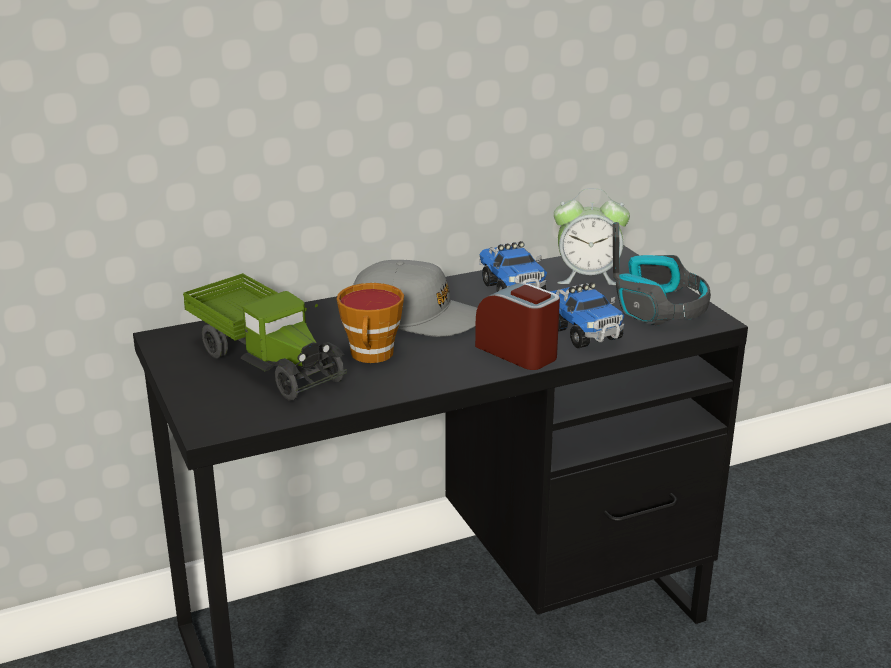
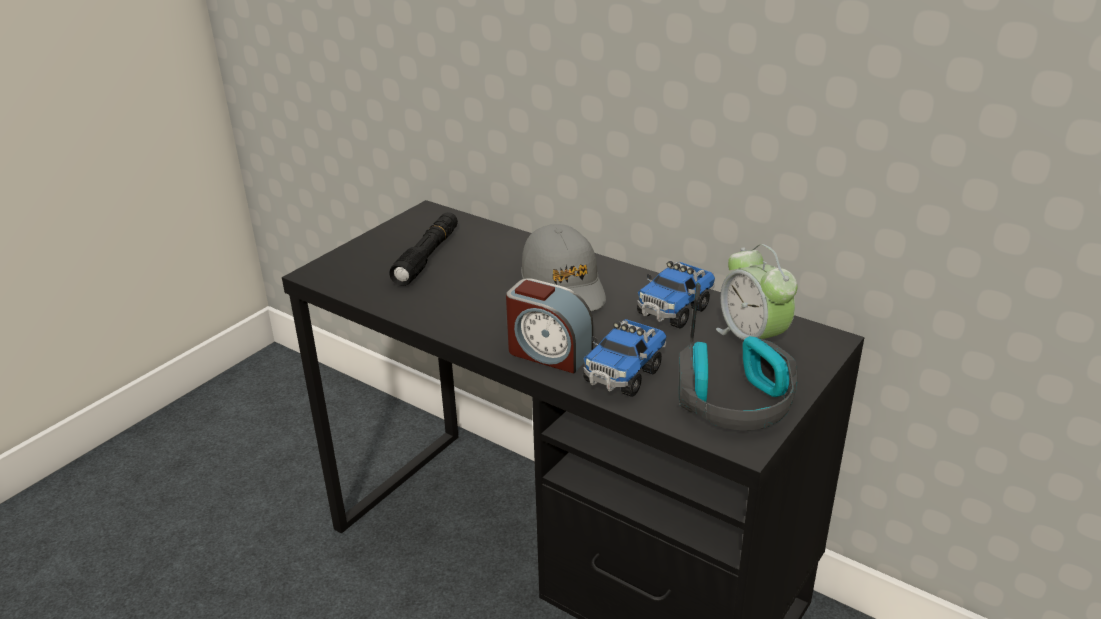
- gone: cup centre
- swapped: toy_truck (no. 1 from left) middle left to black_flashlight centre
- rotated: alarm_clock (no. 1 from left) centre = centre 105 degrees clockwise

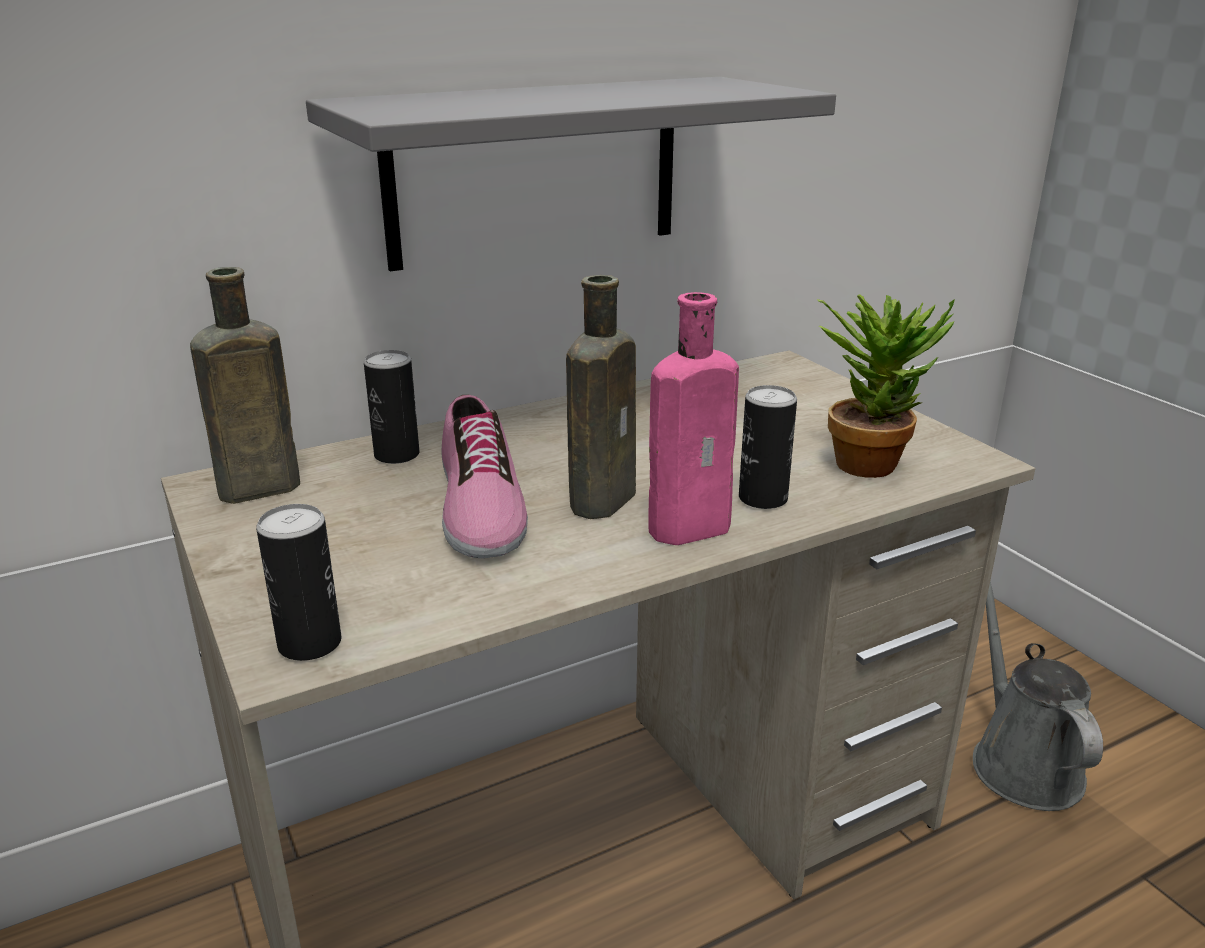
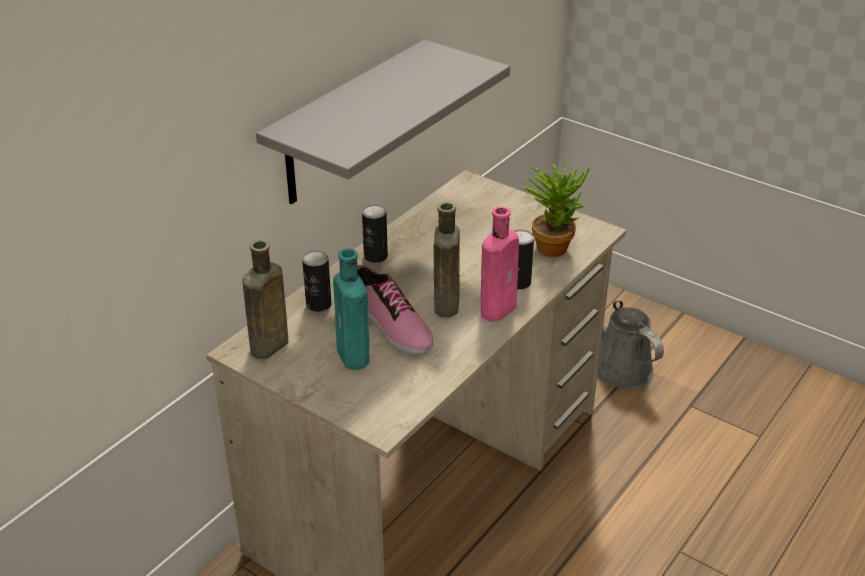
- new: turquoise_bottle centre
- shifted: can (no. 1 from left in the first image) middle left to can (no. 2 from left) centre

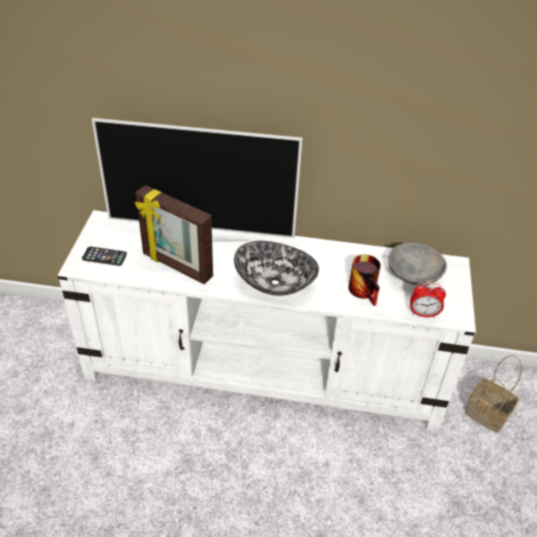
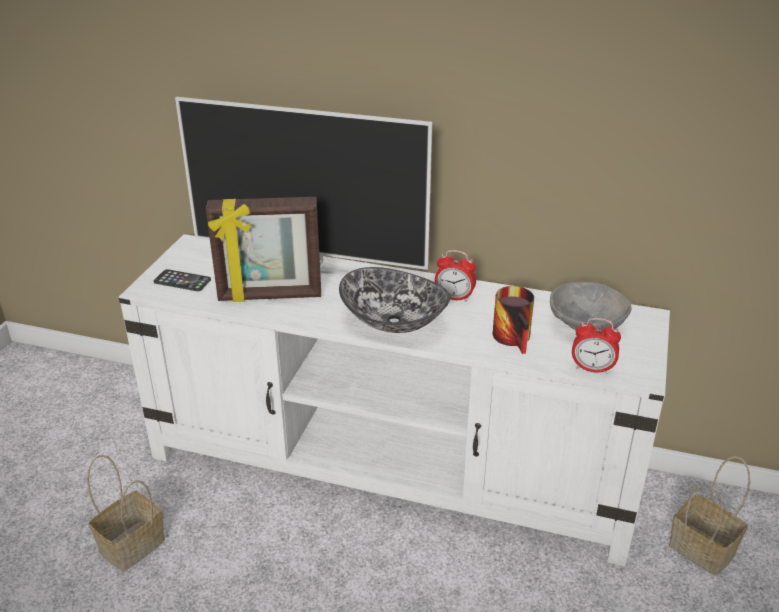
- new: basket (no. 1 from left) bottom left
- new: alarm_clock (no. 1 from left) centre
- rotated: picture_frame middle left = centre 45 degrees counterclockwise

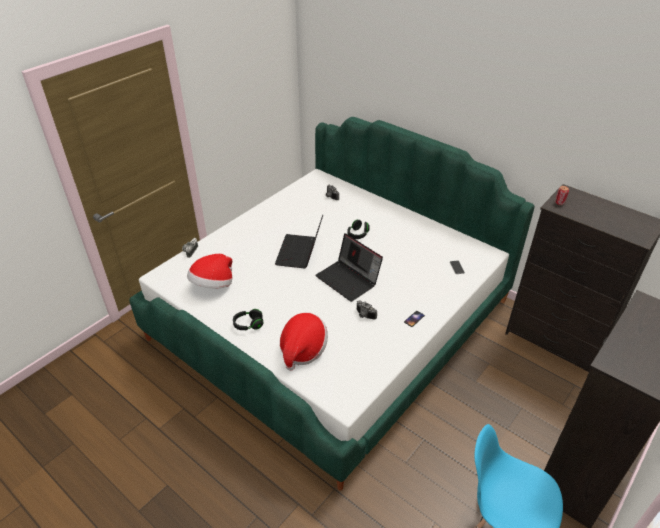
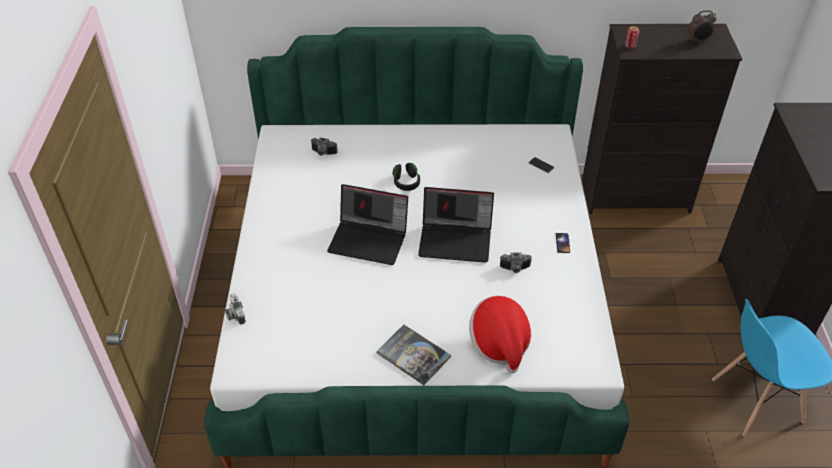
- gone: hat (no. 1 from left) middle left
- new: alarm_clock top right
- swapped: black_headphones (no. 1 from left) centre to book bottom centre
- rotated: laptop (no. 1 from left) centre = centre 45 degrees counterclockwise

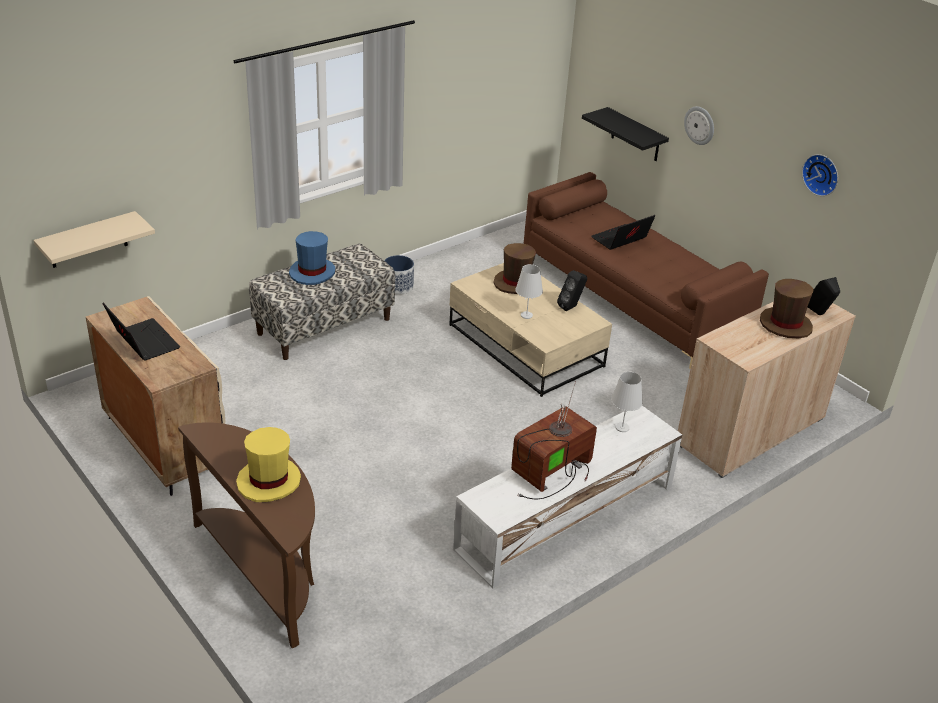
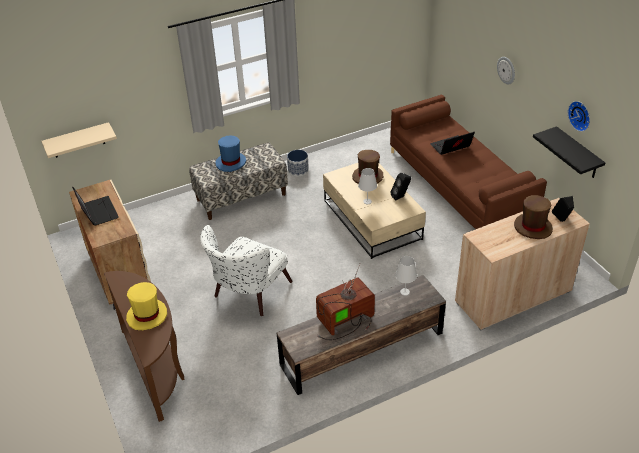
- new: white_armchair centre
- shifted: black_shelf top centre to middle right
- repainted: white_tv_stand bottom centre to brown_tv_stand bottom centre

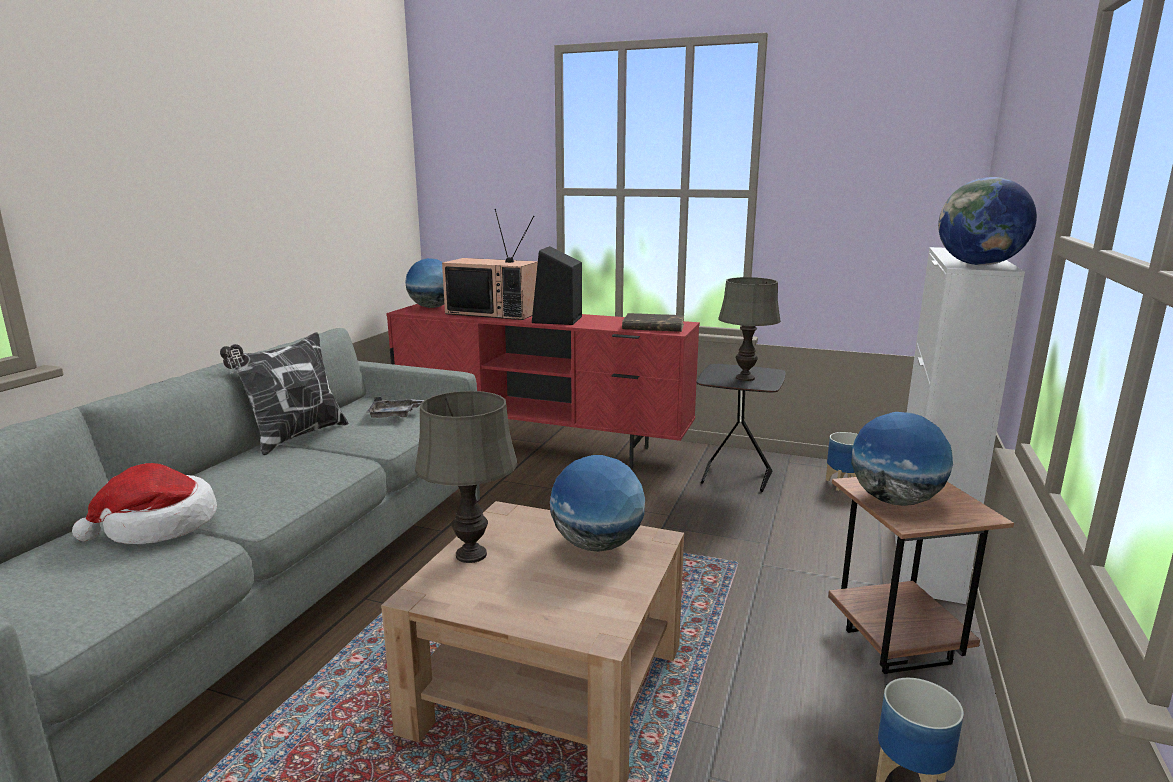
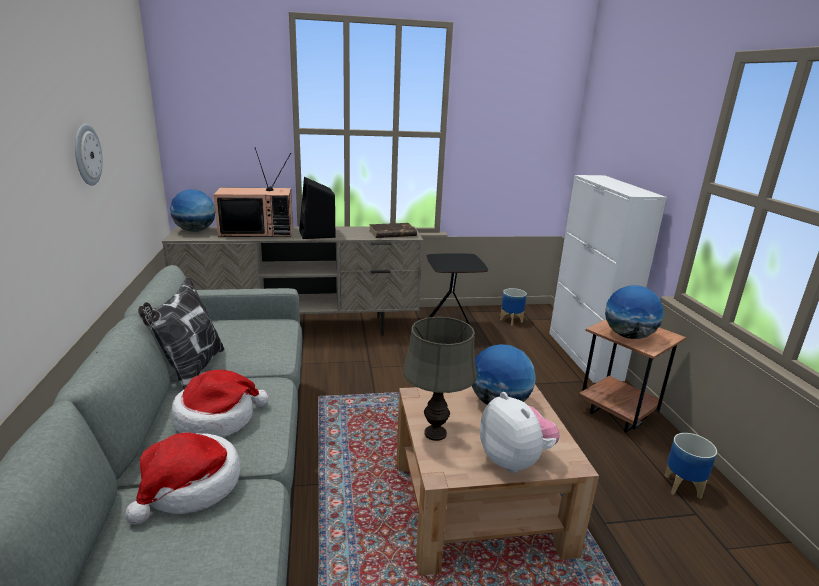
- gone: grey_tray centre
- gone: grey_table_lamp (no. 2 from left) centre
- gone: globe (no. 4 from left) top right
- new: wall_clock top left
- new: hat (no. 2 from left) bottom left
- new: plush_toy bottom centre
- repainted: red_tv_stand centre to beige_tv_stand centre

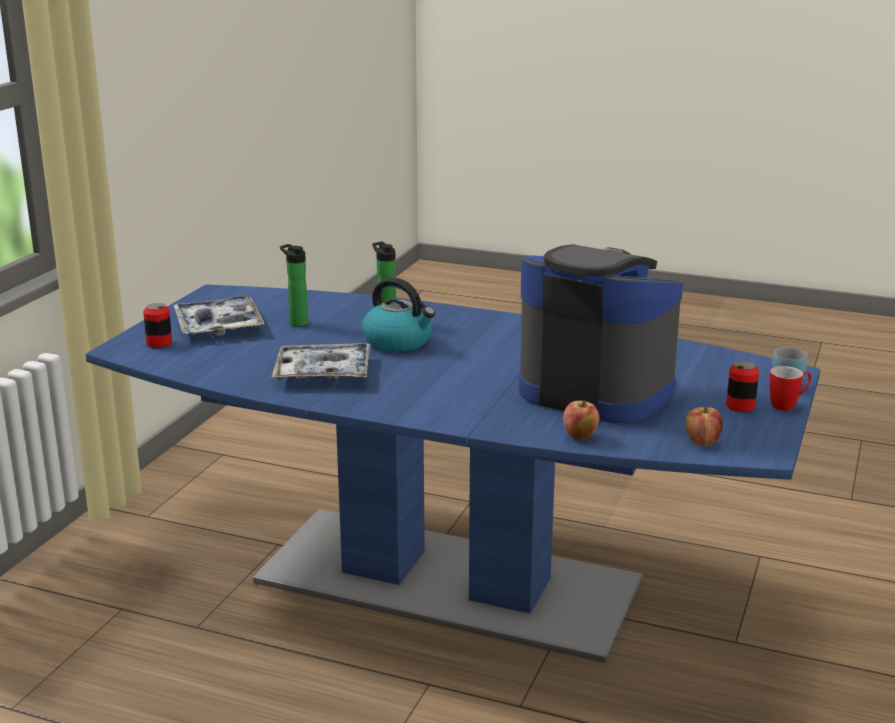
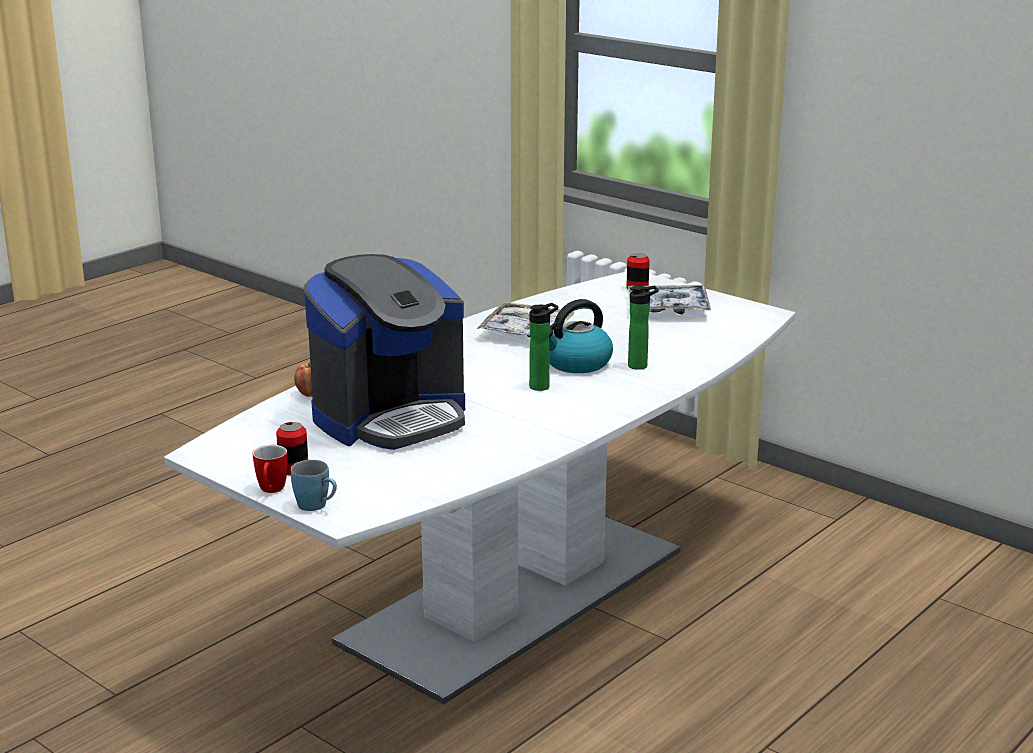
- gone: apple (no. 2 from left) middle right
- shifted: bottle (no. 1 from left) middle left to centre
- repainted: blue_dining_table centre to white_dining_table centre

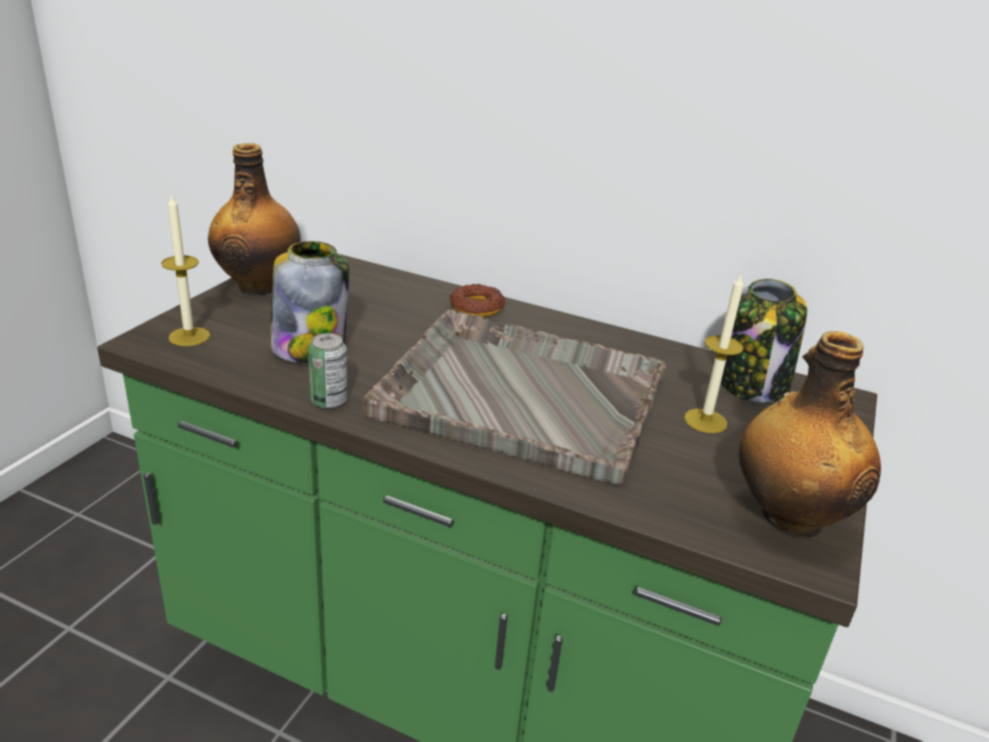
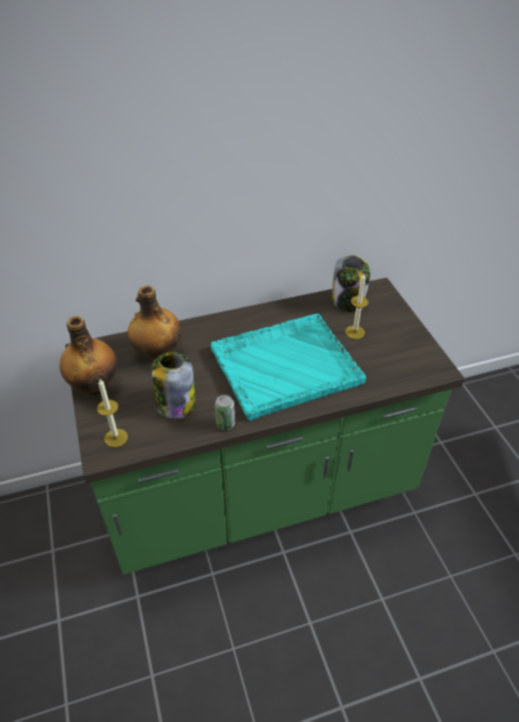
- gone: donut centre
- shifted: bottle (no. 2 from left) middle right to middle left
- repainted: grey_tray centre to turquoise_tray centre

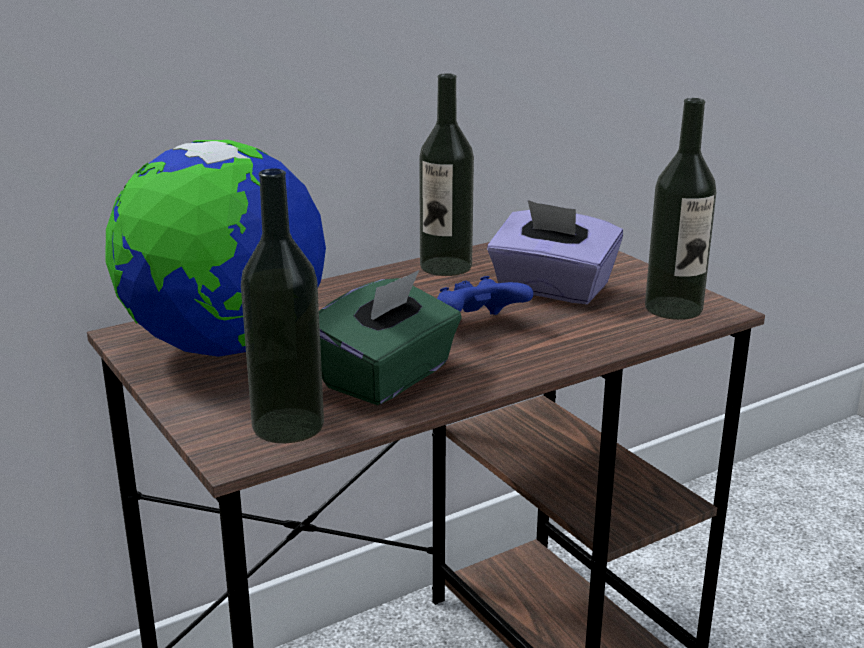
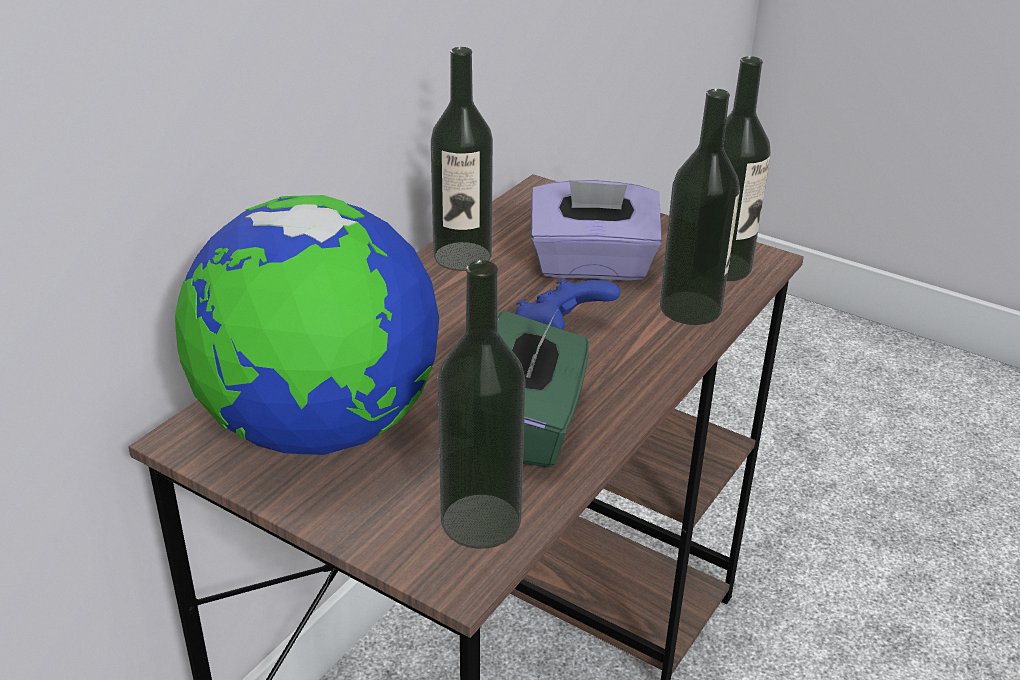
- new: bottle (no. 3 from left) top right

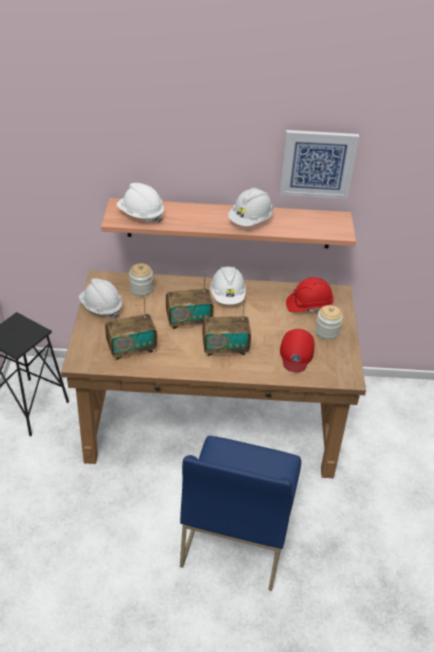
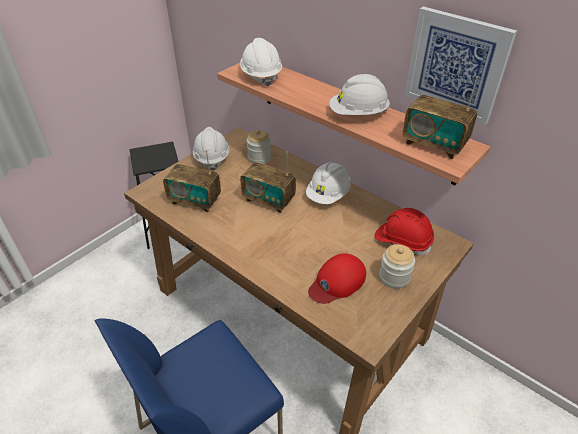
- shifted: radio (no. 3 from left) centre to top right

